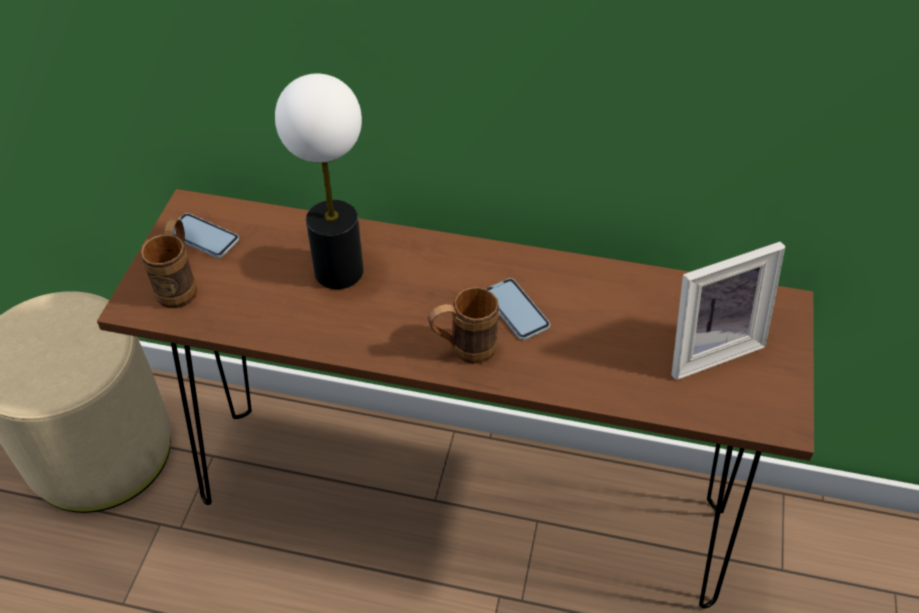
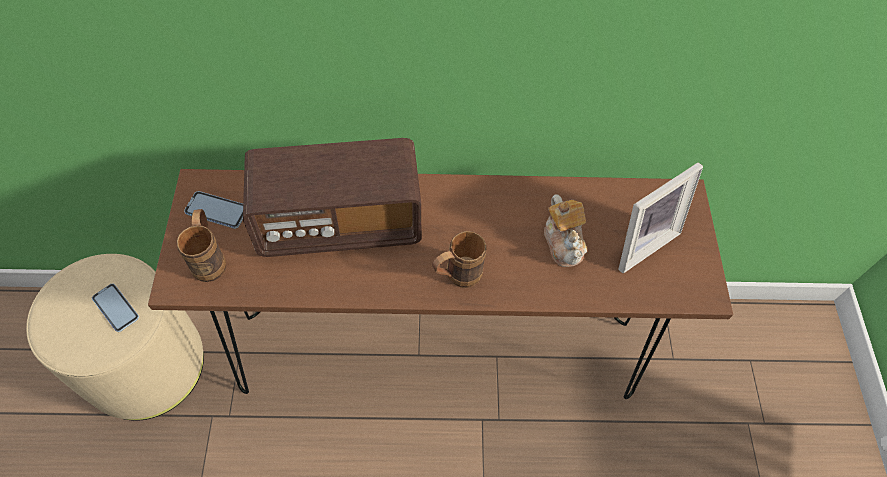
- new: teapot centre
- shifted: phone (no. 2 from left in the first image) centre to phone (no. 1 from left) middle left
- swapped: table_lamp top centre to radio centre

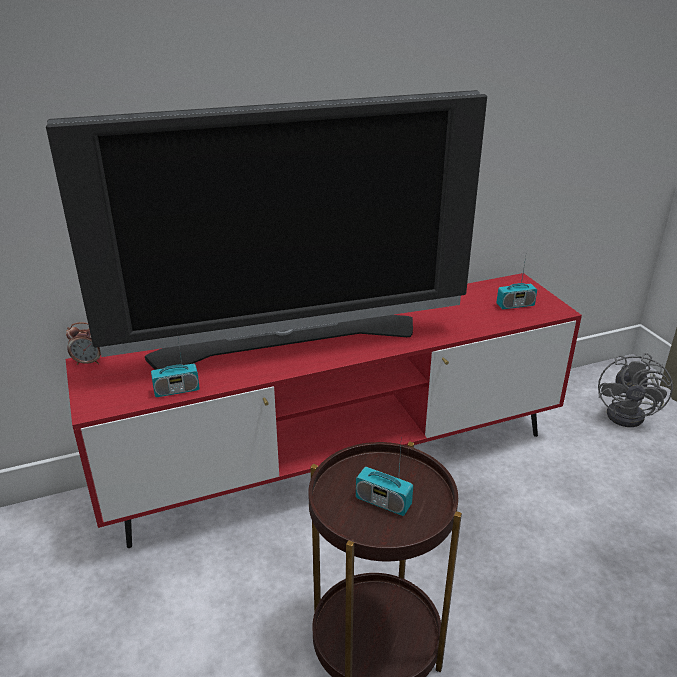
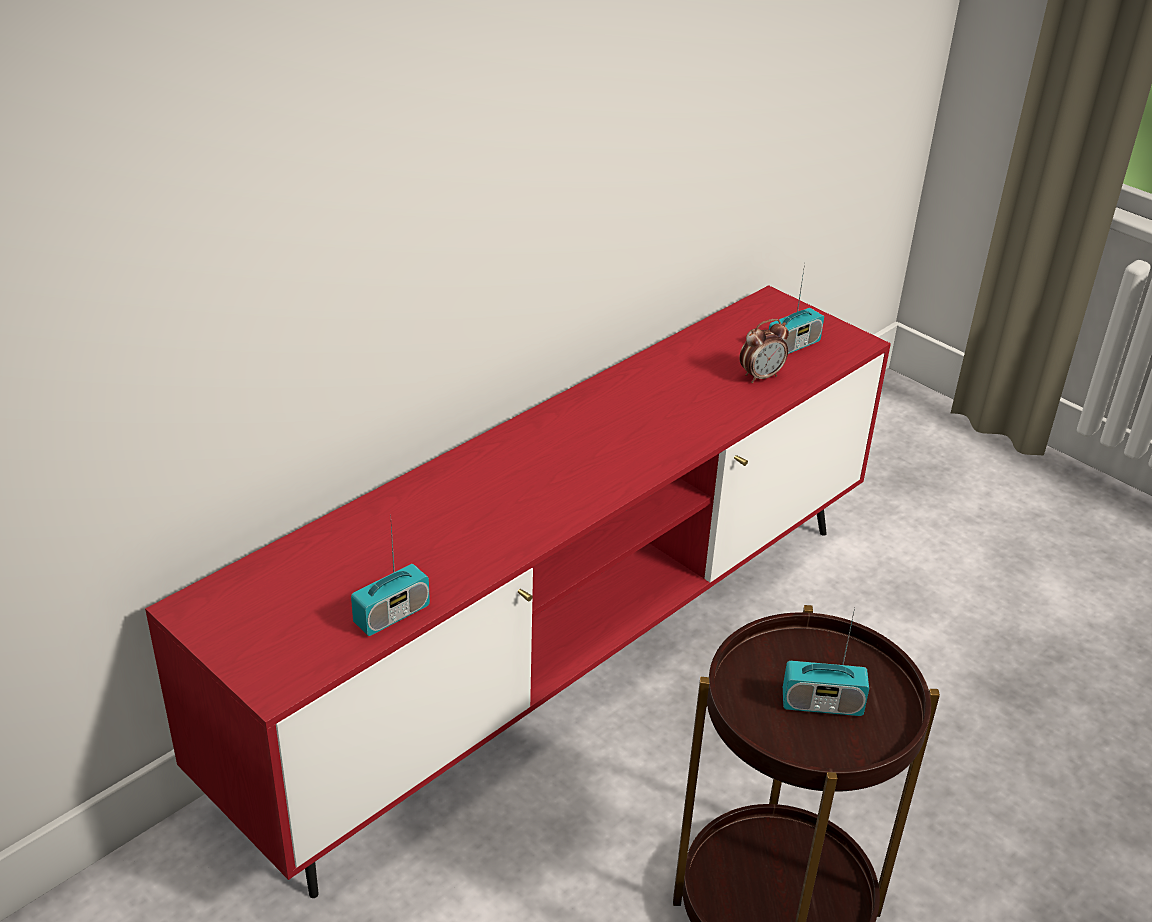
- gone: television centre
- gone: grey_fan middle right
- shifted: alarm_clock middle left to centre

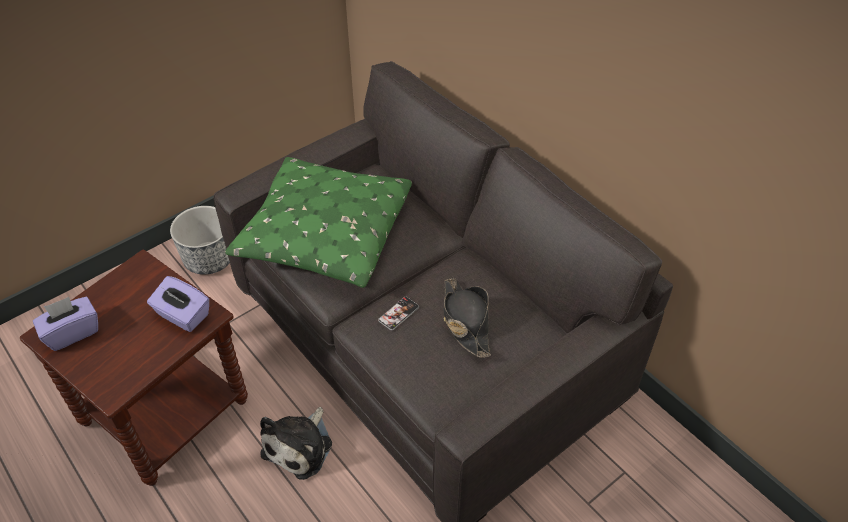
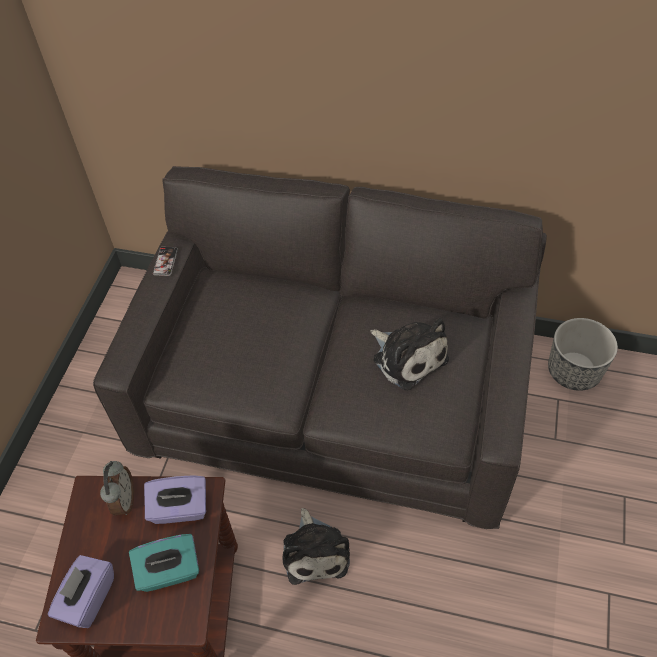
- gone: green_pillow centre
- new: alarm_clock bottom left
- new: turquoise_tissue_box bottom left
- shifted: planter middle left to middle right
- shifted: phone centre to middle left
- swapped: black_hat centre to plush_toy (no. 2 from left) centre

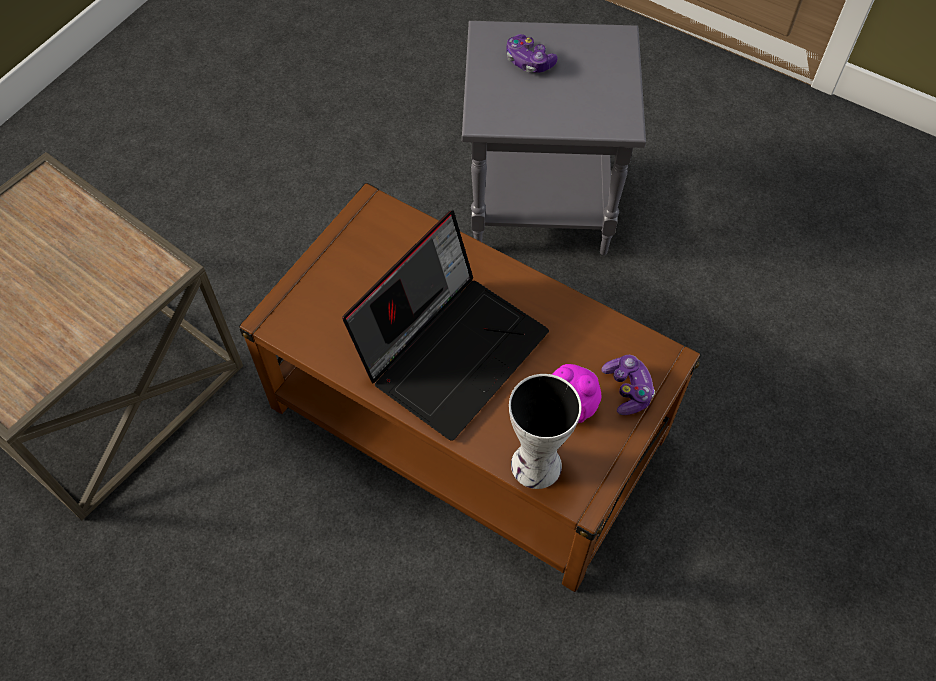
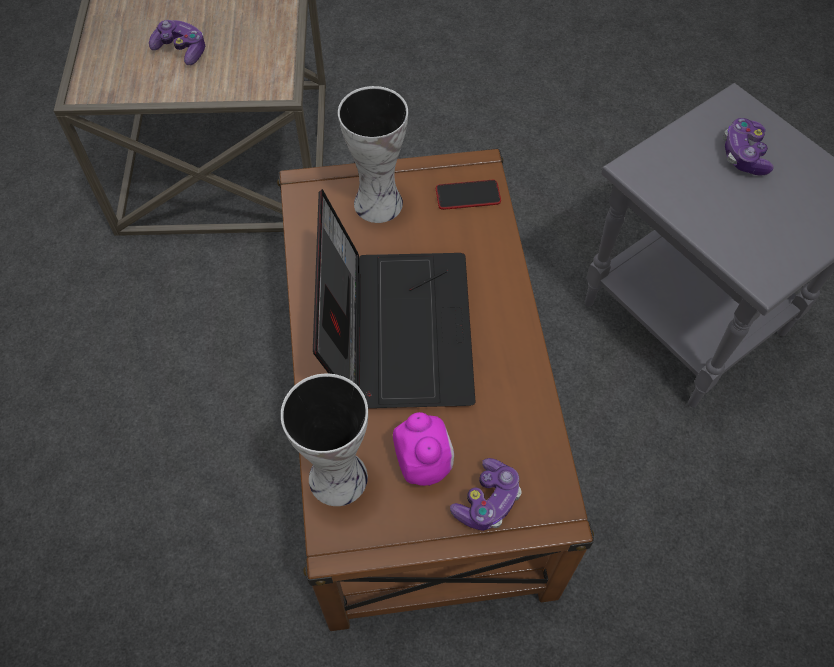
- new: game_controller (no. 1 from left) top left
- new: vase (no. 2 from left) top centre
- new: phone top centre
- rotated: laptop centre = centre 90 degrees counterclockwise

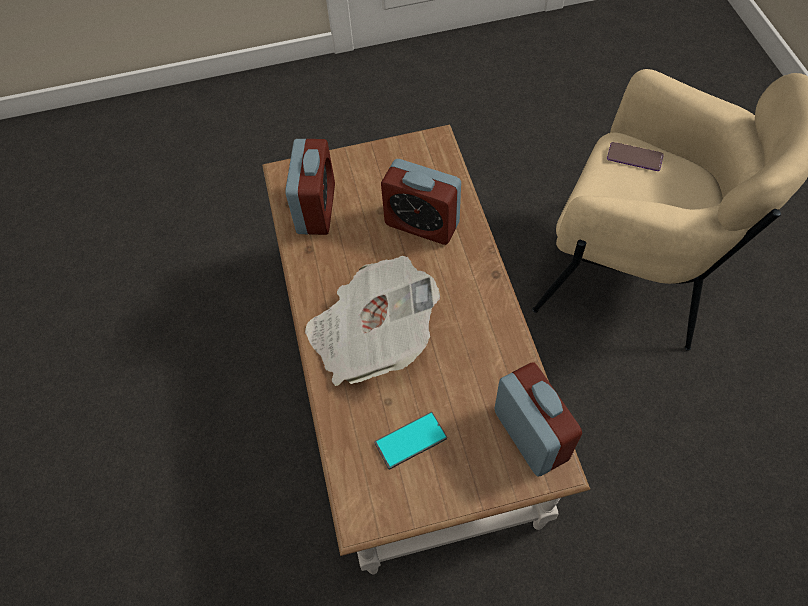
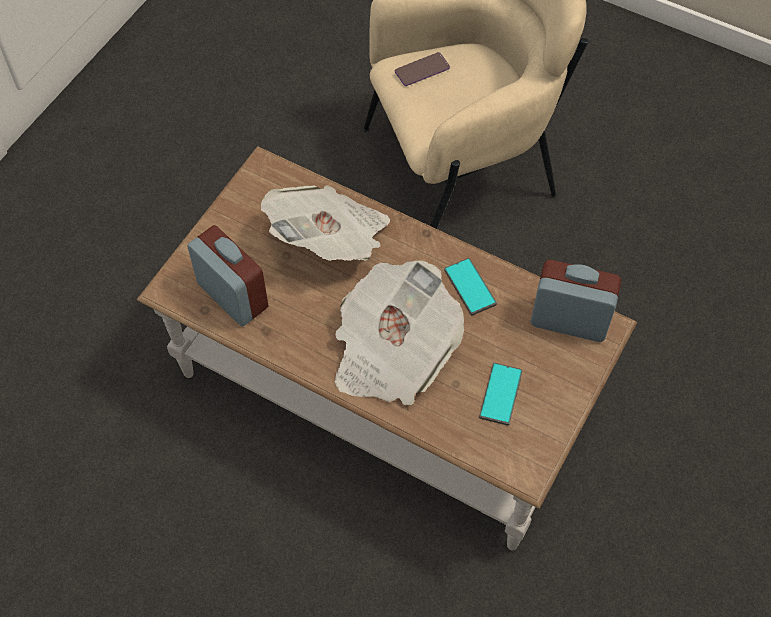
- new: phone (no. 2 from left) centre
- swapped: alarm_clock (no. 2 from left) centre to newspaper (no. 1 from left) centre

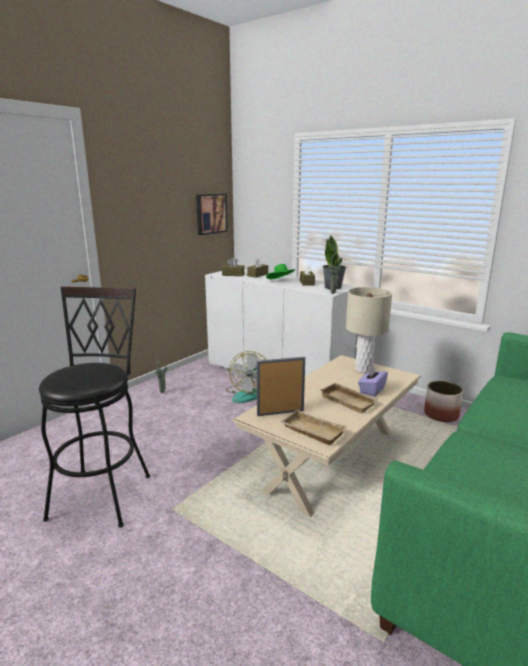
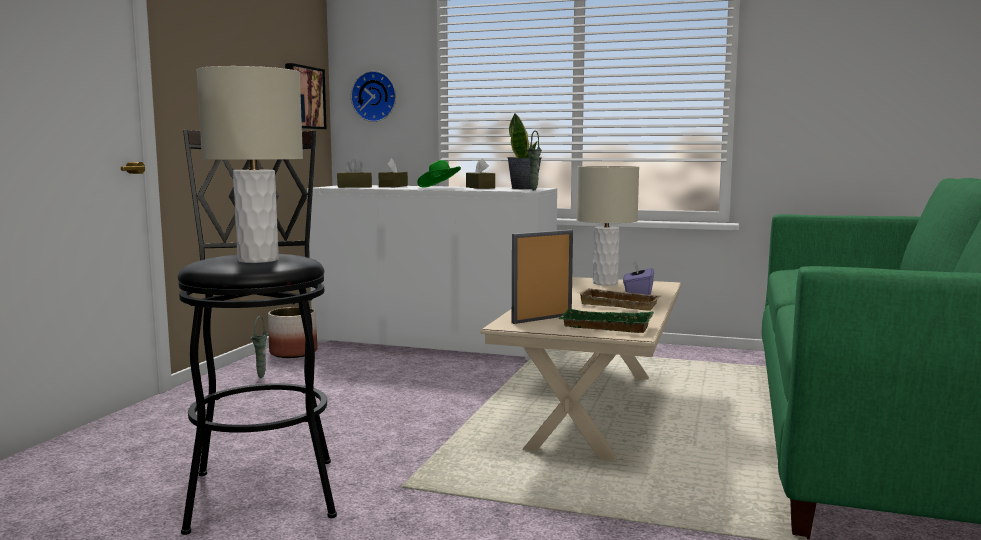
- gone: fan centre
- new: beige_table_lamp (no. 1 from left) top left
- new: wall_clock top centre
- shifted: planter middle right to middle left
- repainted: beige_tray (no. 1 from left) centre to green_tray centre

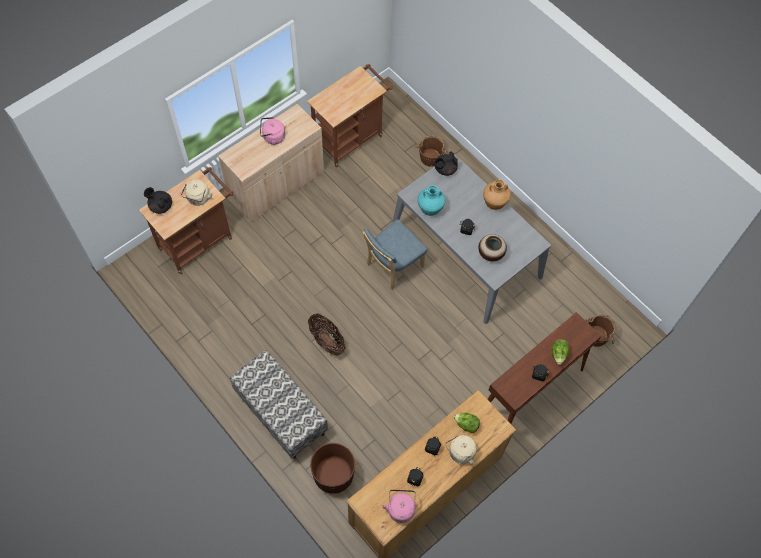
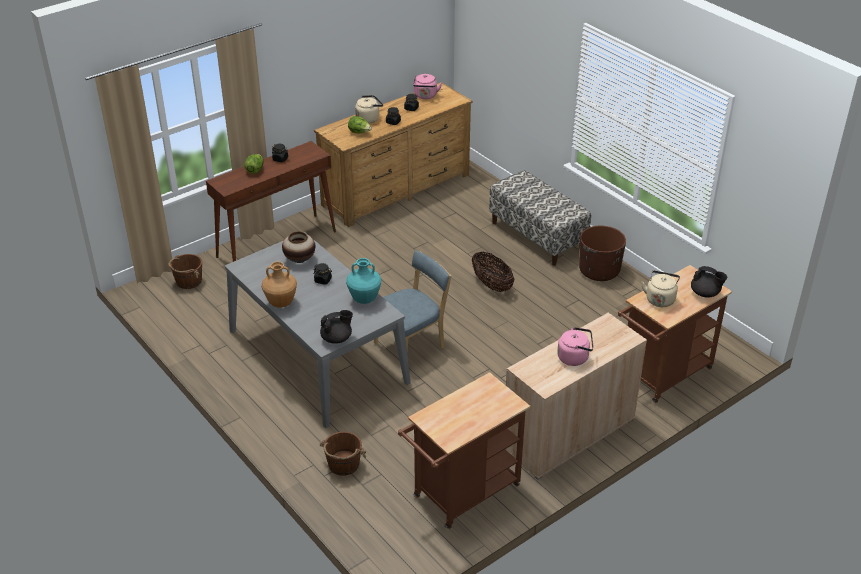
- shifted: brown_planter bottom centre to middle right

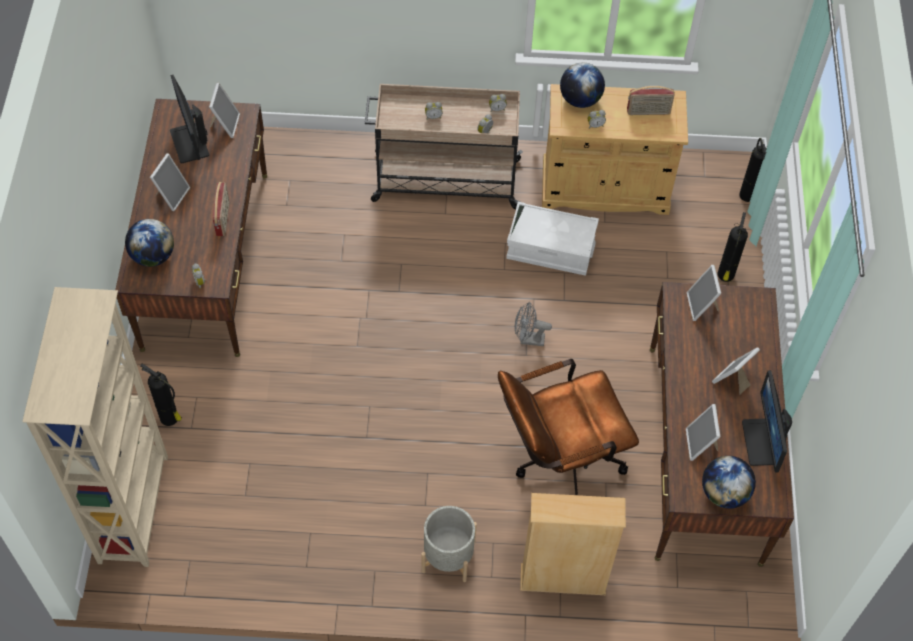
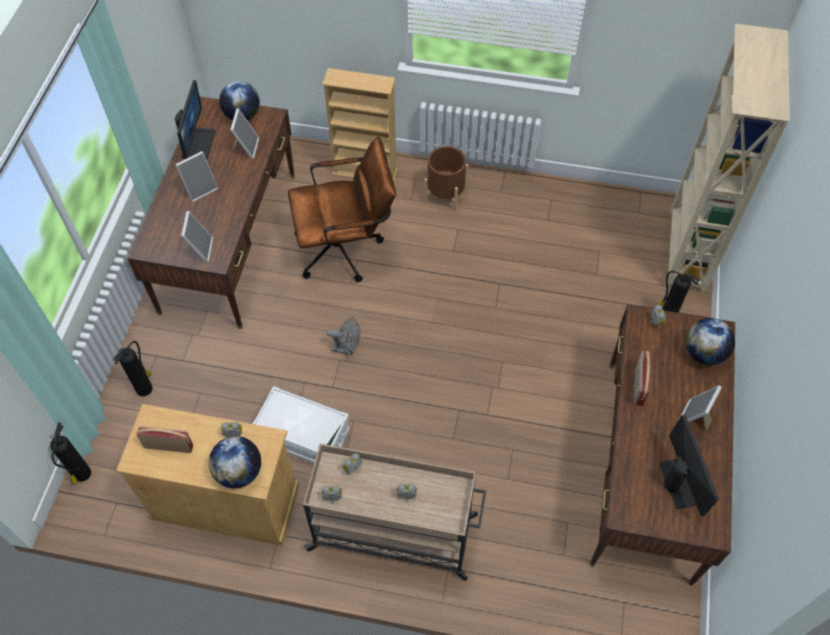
- gone: picture_frame (no. 2 from left) top left
- repainted: grey_planter bottom centre to brown_planter top centre

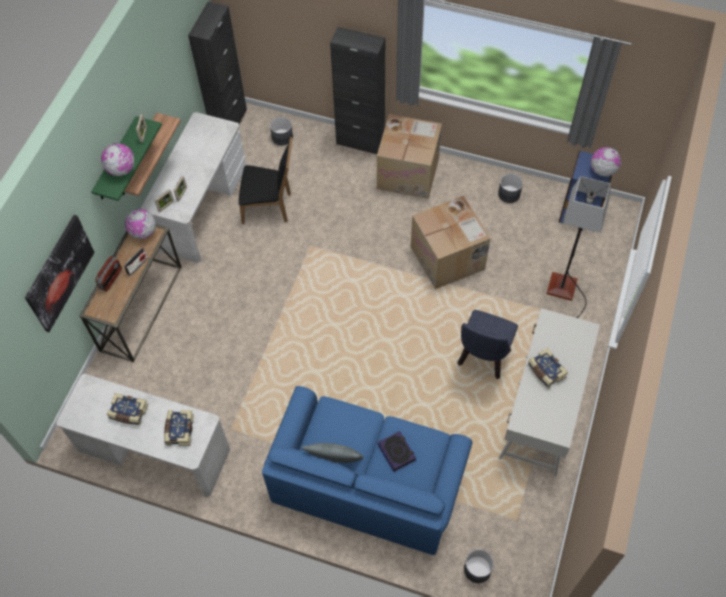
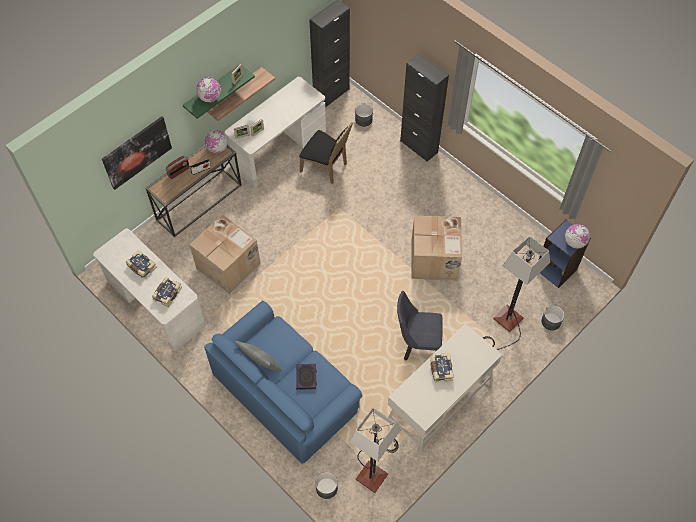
- new: floor_lamp (no. 1 from left) bottom centre
- shifted: cardboard_box (no. 1 from left) top centre to middle left
- shifted: grey_planter (no. 3 from left) top right to middle right
- rotated: blue_chair middle right = centre 45 degrees clockwise

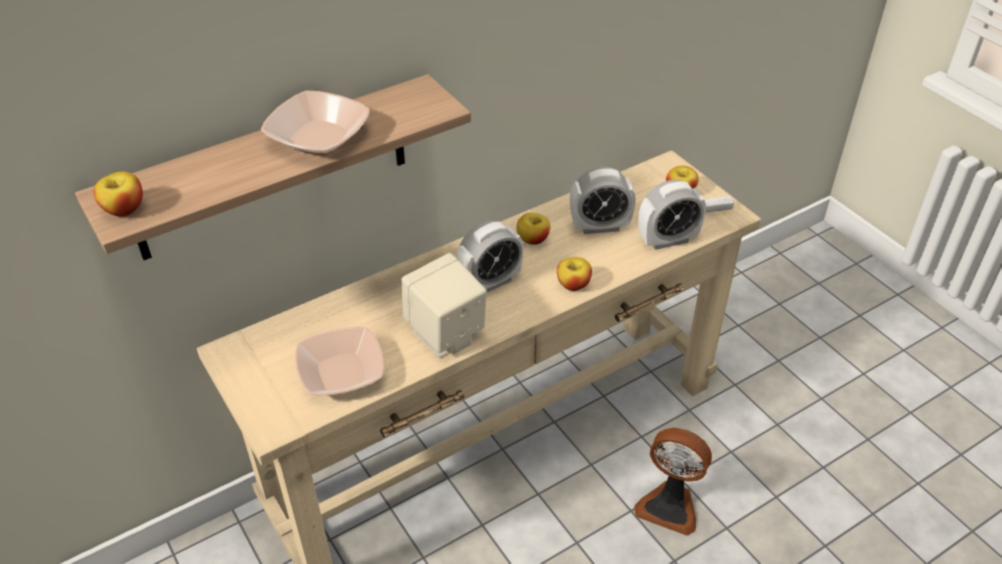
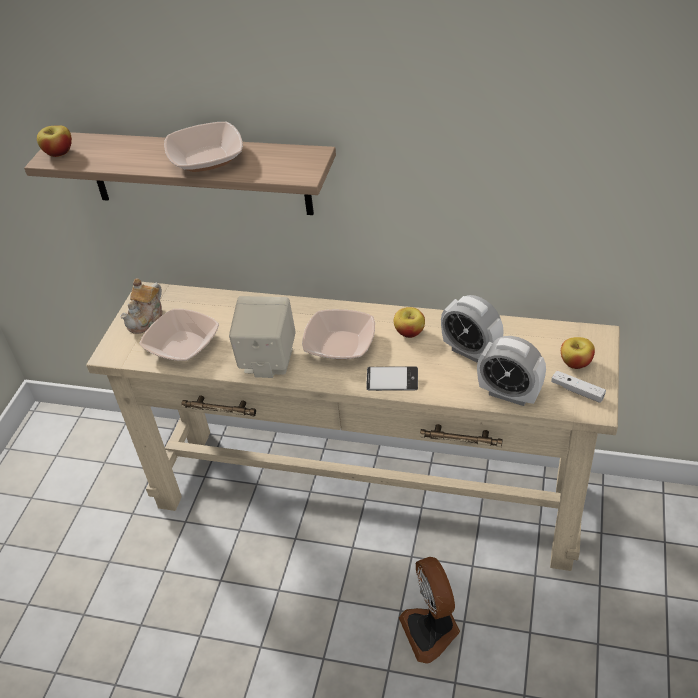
- new: teapot middle left
- swapped: alarm_clock (no. 1 from left) centre to bowl (no. 3 from left) centre
- swapped: apple (no. 3 from left) centre to phone centre

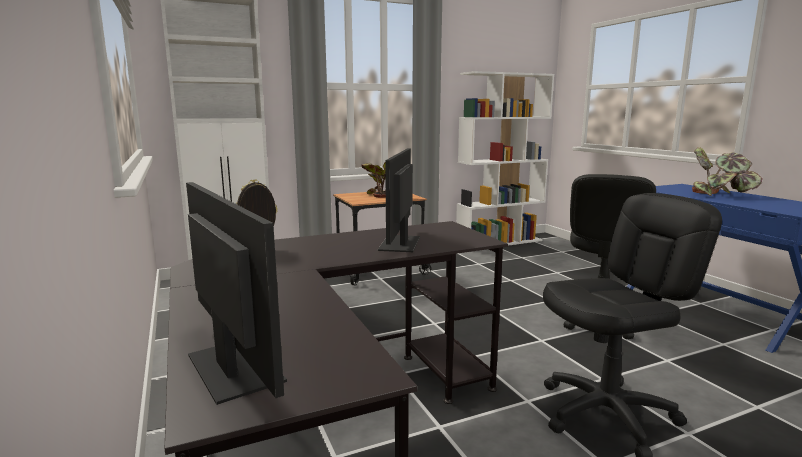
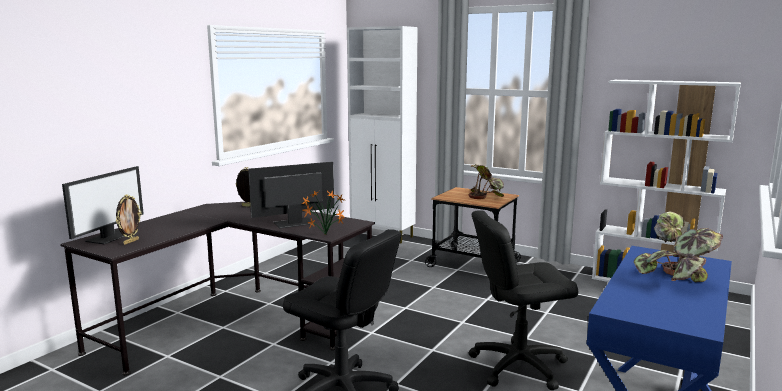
- new: picture_frame (no. 1 from left) middle left
- new: potted_plant (no. 1 from left) centre

